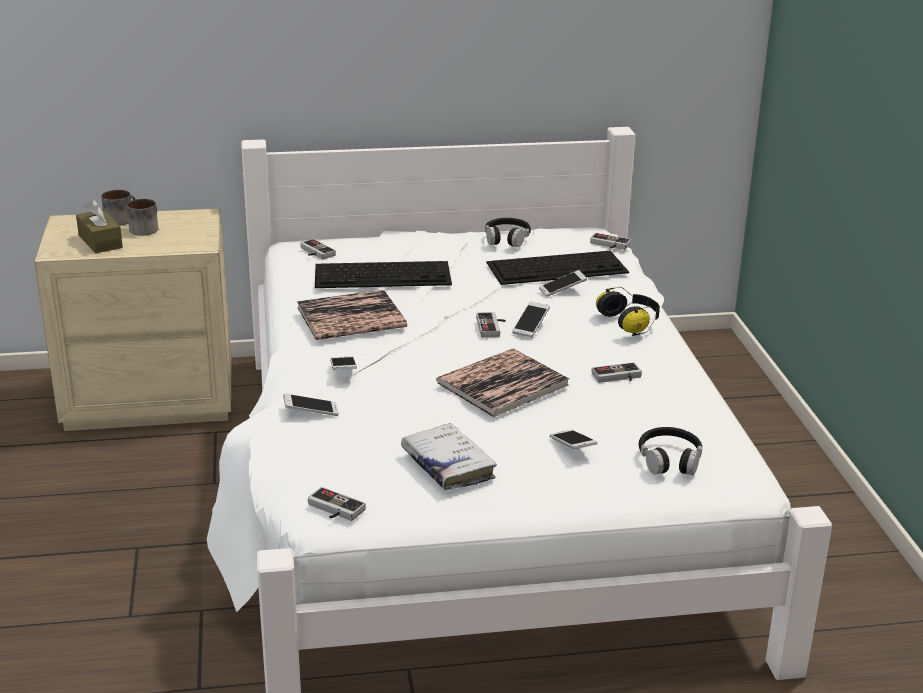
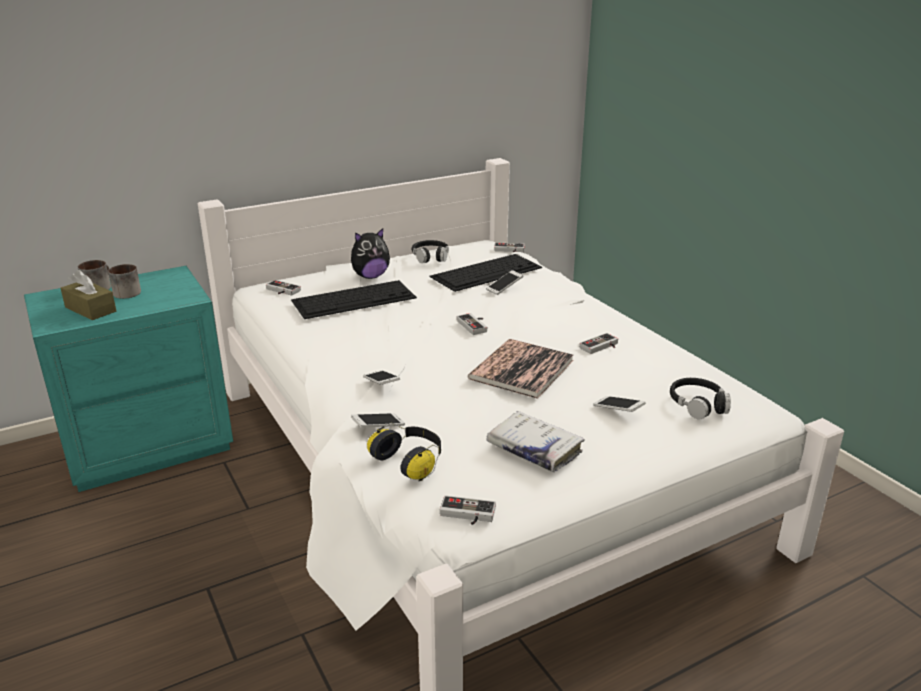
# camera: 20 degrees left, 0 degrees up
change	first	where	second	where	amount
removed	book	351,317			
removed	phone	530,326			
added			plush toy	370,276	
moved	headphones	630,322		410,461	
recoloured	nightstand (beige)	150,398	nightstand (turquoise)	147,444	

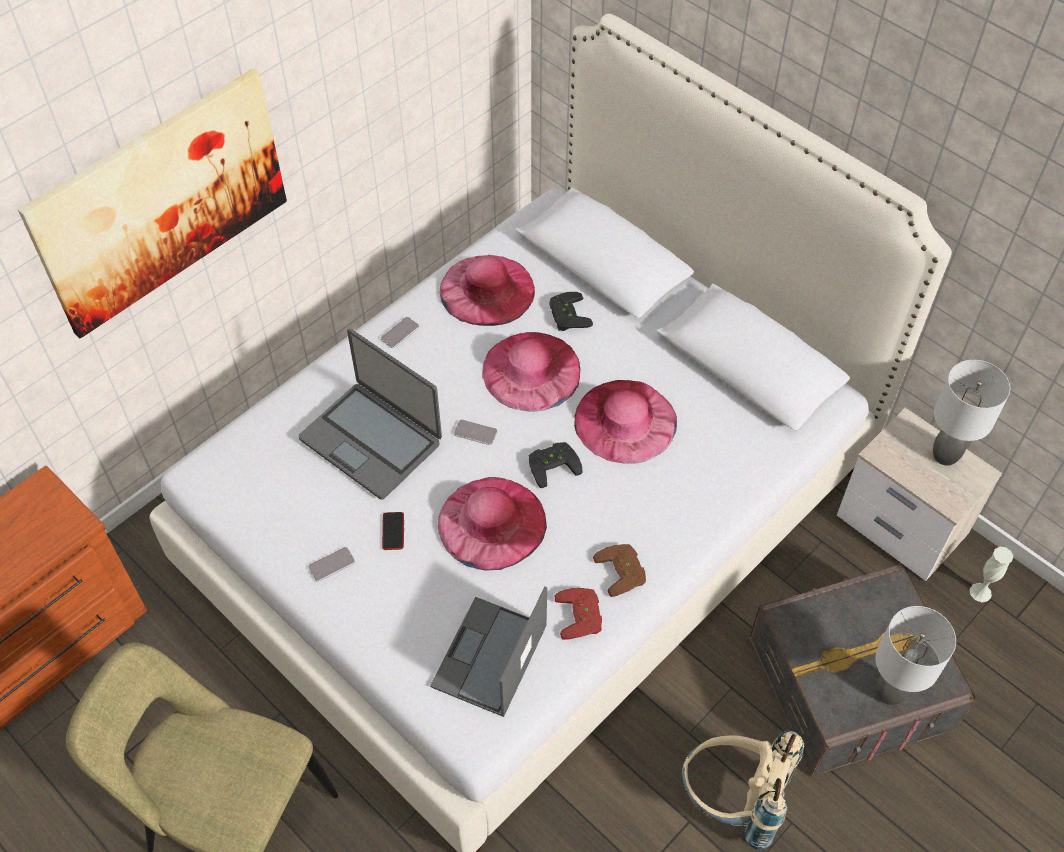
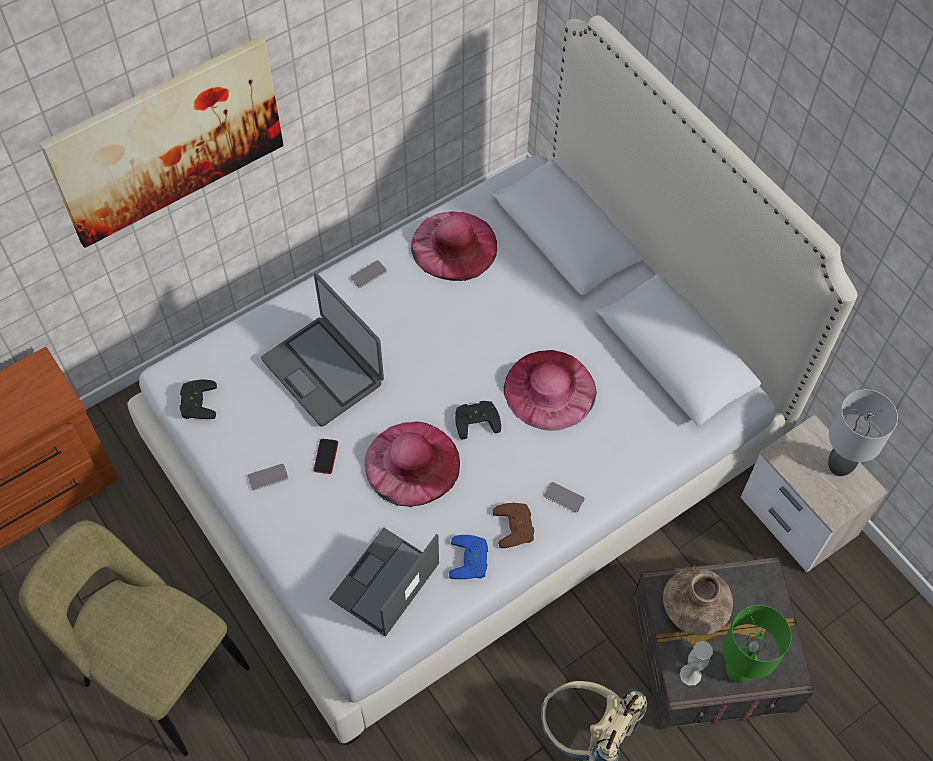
# camera: 10 degrees right, 5 degrees up
change	first	where	second	where	amount
removed	hat (pink)	531,371			
added			vase (brown)	695,607	
moved	phone	475,432		564,497	
moved	game controller (black)	566,315		195,402	
moved	vase (white)	980,592		690,674	
recoloured	game controller (red)	582,615	game controller (blue)	472,560	
recoloured	table lamp (grey)	889,693	table lamp (green)	737,672	

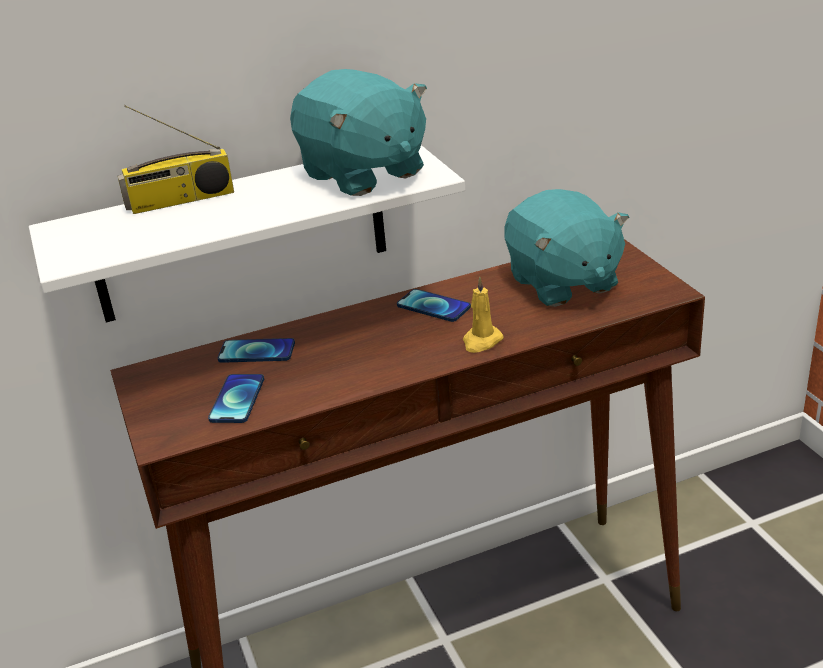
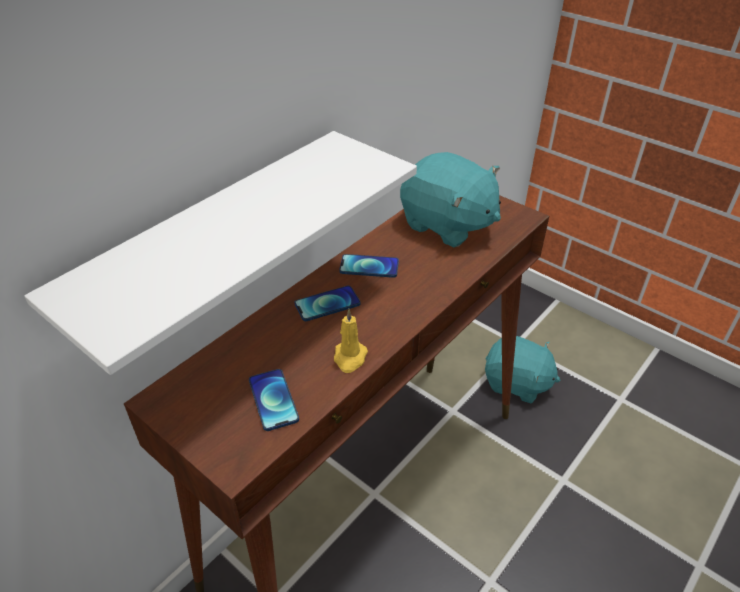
# camera: 30 degrees left, 10 degrees up
change	first	where	second	where	amount
removed	radio	180,201			
moved	phone	257,352		327,304	
moved	plush toy (turquoise)	362,174		516,383	
moved	candle (yellow)	481,341		350,358	

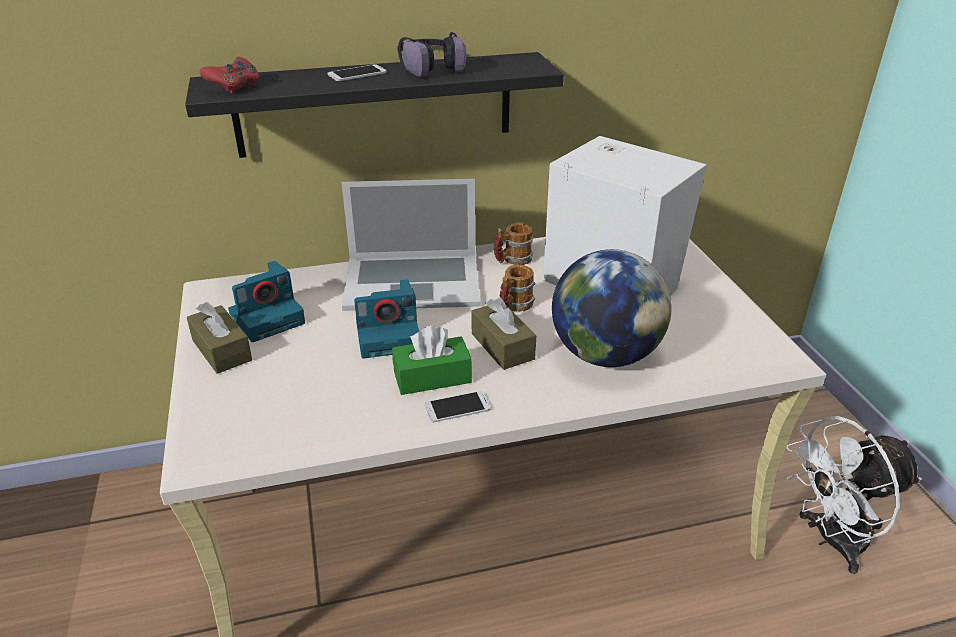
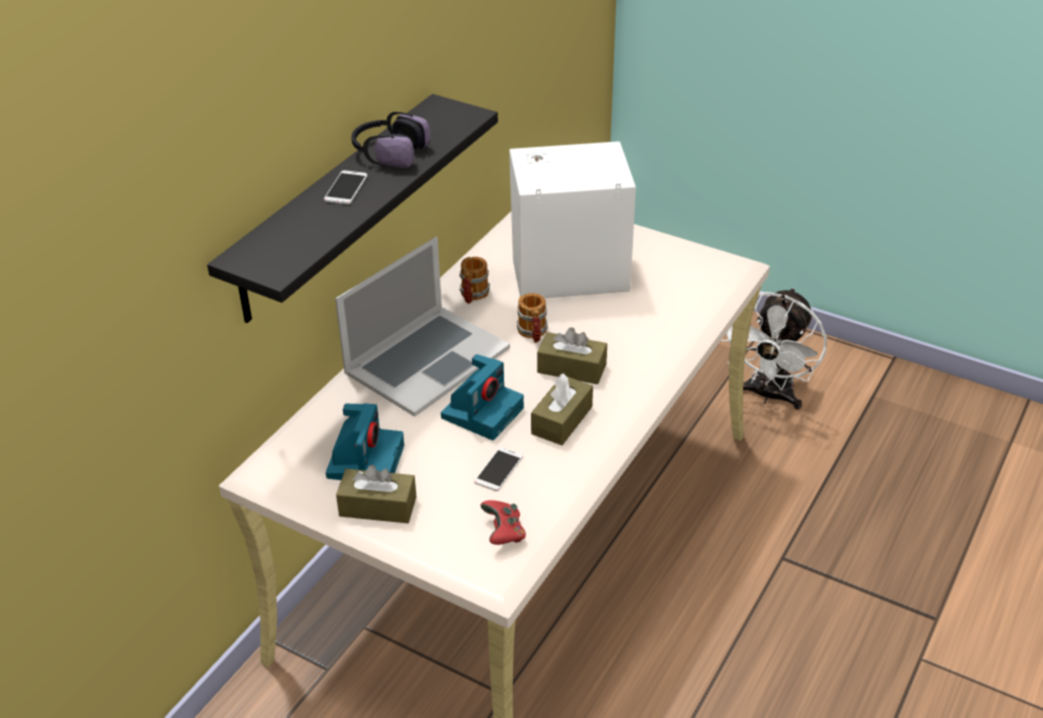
# camera: 45 degrees left, 5 degrees up
change	first	where	second	where	amount
removed	globe	605,355			
moved	game controller (red)	234,87		504,533	
moved	phone	457,407		498,469	
recoloured	tissue box (green)	432,377	tissue box (brown)	562,420	

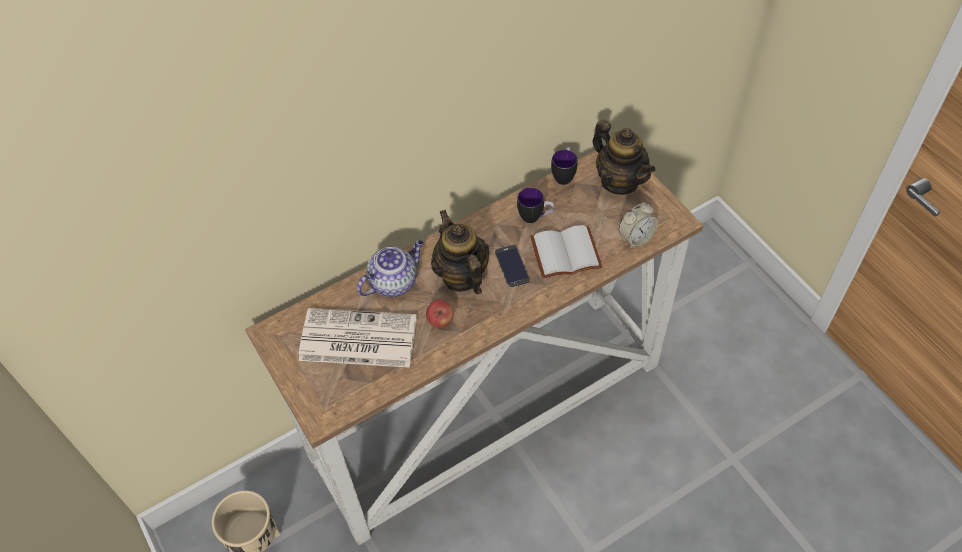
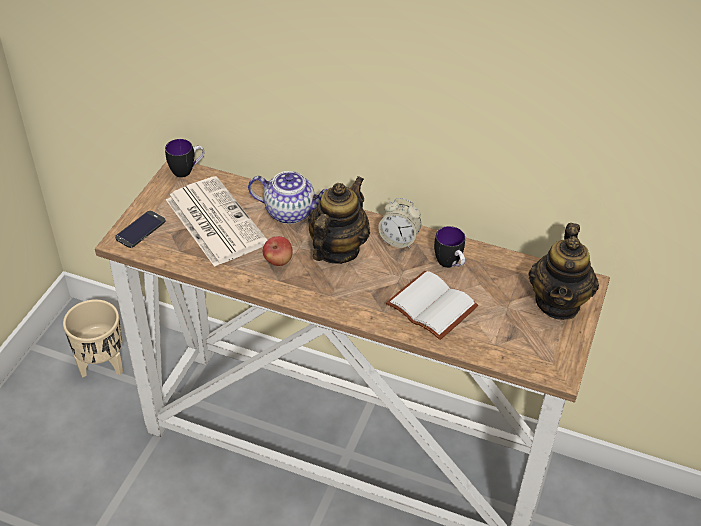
# camera: 50 degrees right, 10 degrees down
change	first	where	second	where	amount
moved	phone	512,266		140,229	
moved	mug	564,175		187,171	
moved	alarm clock	636,238		399,240	

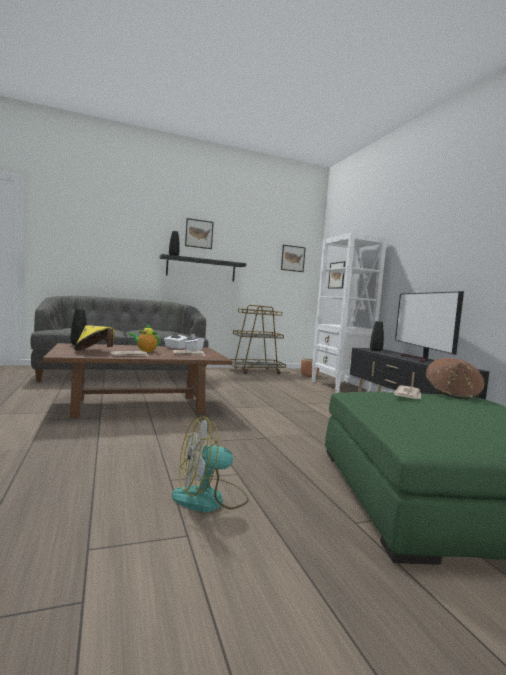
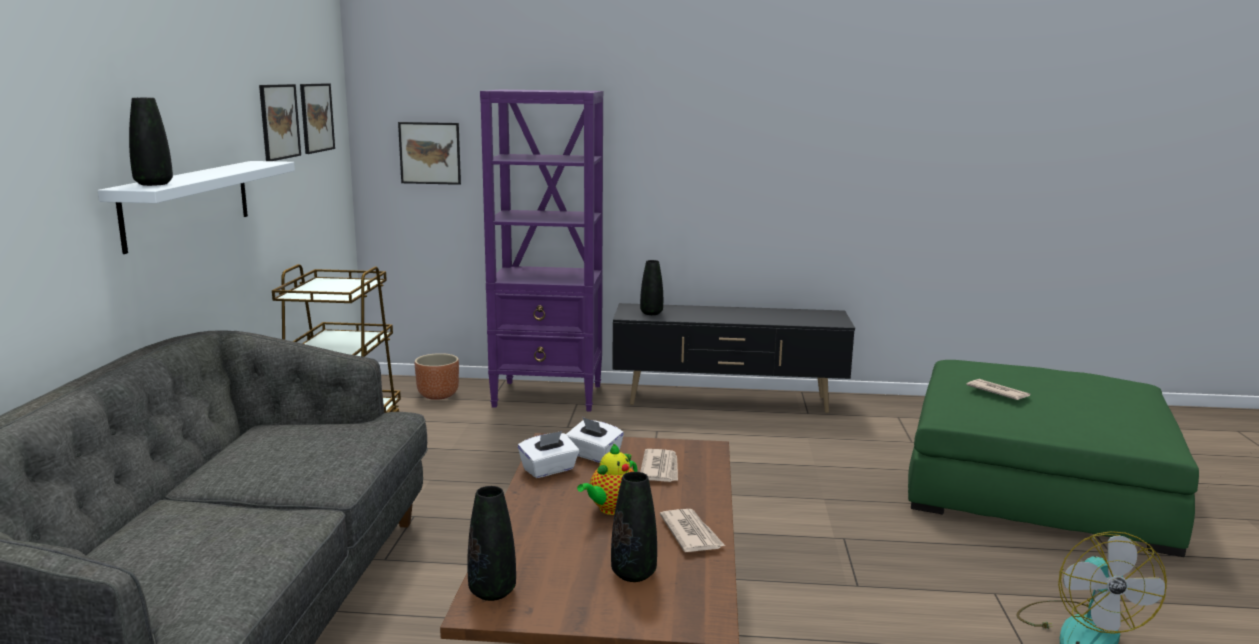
# camera: 65 degrees left, 10 degrees up
change	first	where	second	where	amount
removed	television	419,359			
removed	hat (brown)	452,394			
moved	picture	199,234		279,121	
replaced	hat (yellow)	93,351	vase (black)	633,574	
recoloured	shelf (black)	201,269	shelf (white)	188,203	
recoloured	bookcase (white)	339,387	bookcase (purple)	549,396	

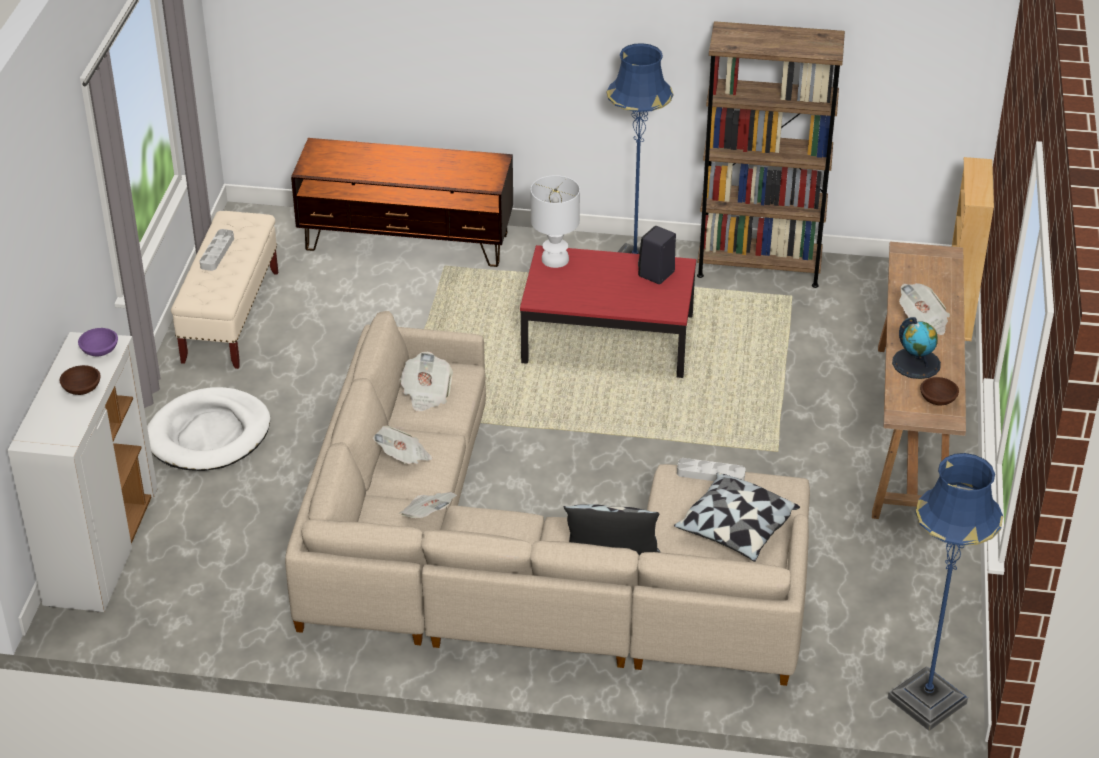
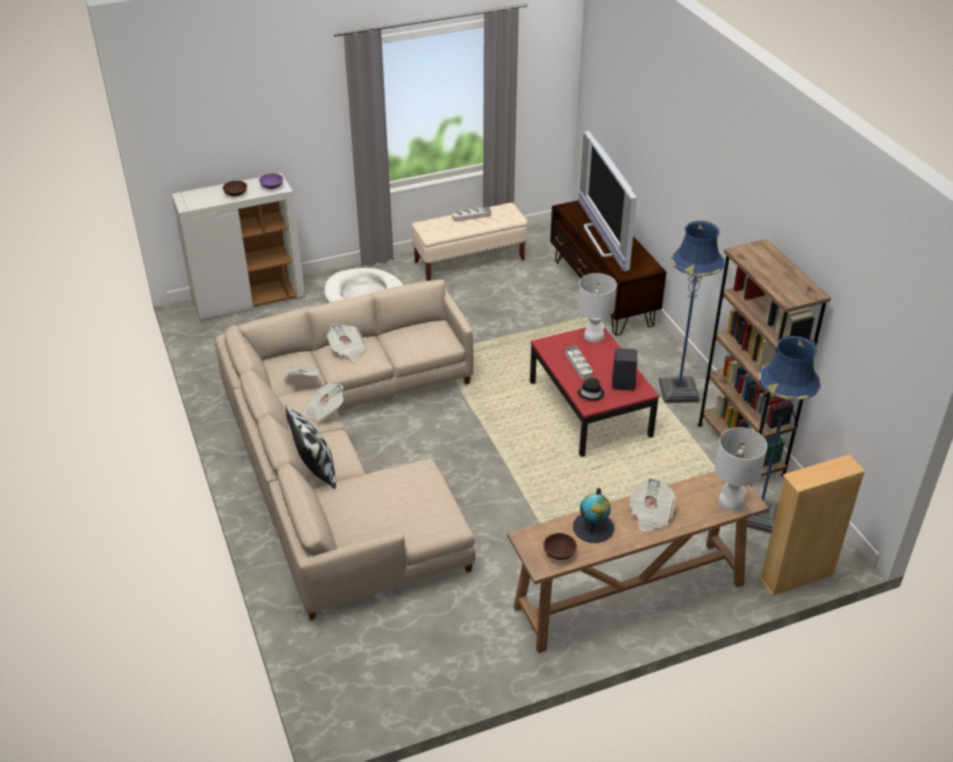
# camera: 60 degrees right, 0 degrees up
change	first	where	second	where	amount
removed	pillow	735,529			
added			hat (black)	591,393	
added			television	604,240	
added			table lamp (white)	731,501	
moved	newspaper	426,394		324,410	
moved	tray (grey)	710,474		578,364	
moved	floor lamp (blue)	926,700		758,516	

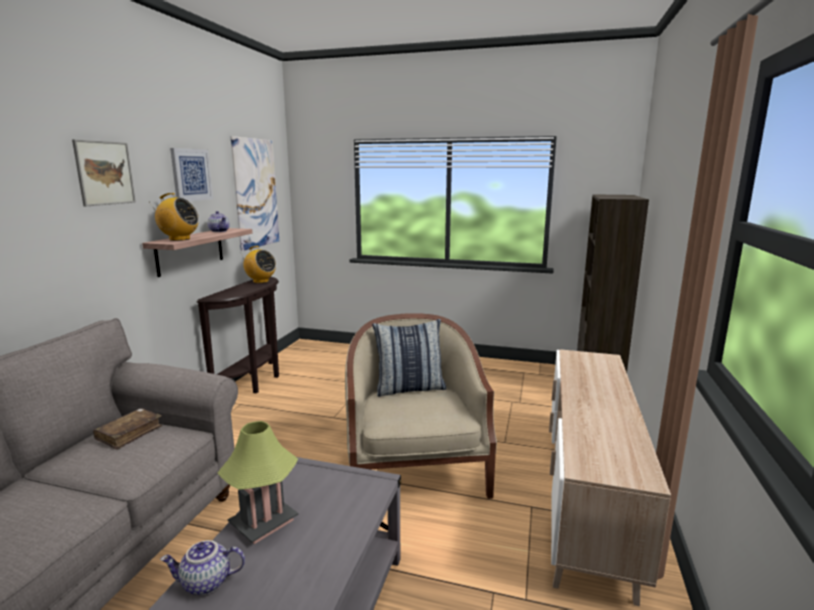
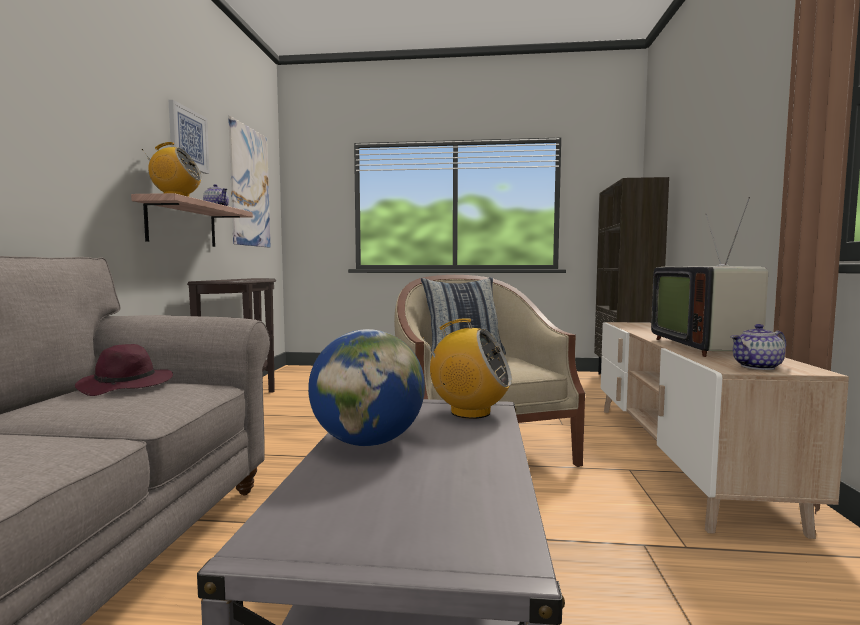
# camera: 10 degrees left, 10 degrees down
change	first	where	second	where	amount
removed	picture	105,173			
added			television	705,347	
moved	teapot	205,583		758,367	
moved	radio	260,281		469,412	
replaced	book (brown)	129,434	hat (purple)	127,386	
replaced	table lamp	263,522	globe	367,442	

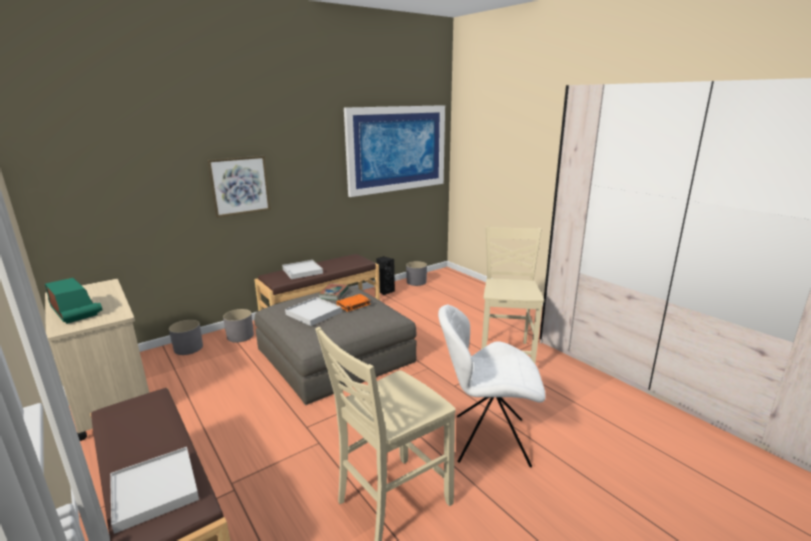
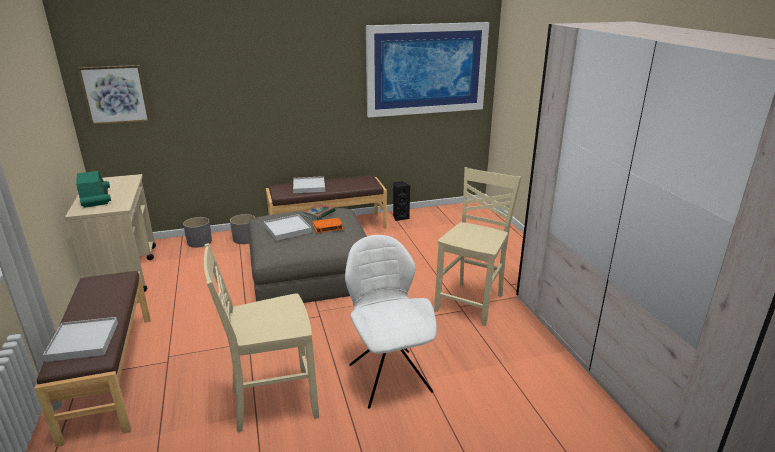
# camera: 20 degrees right, 5 degrees up
change	first	where	second	where	amount
removed	planter (grey)	416,282			
moved	picture	239,185		115,95	
turned	chair (white)	487,439		388,376	45 degrees clockwise

